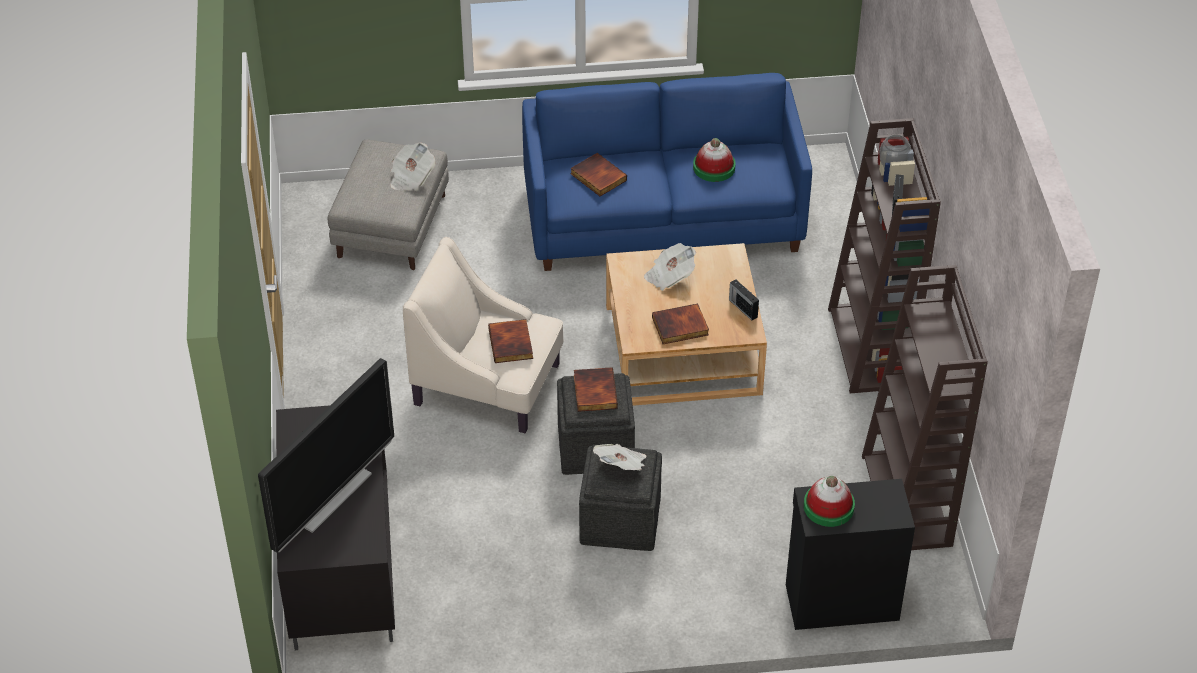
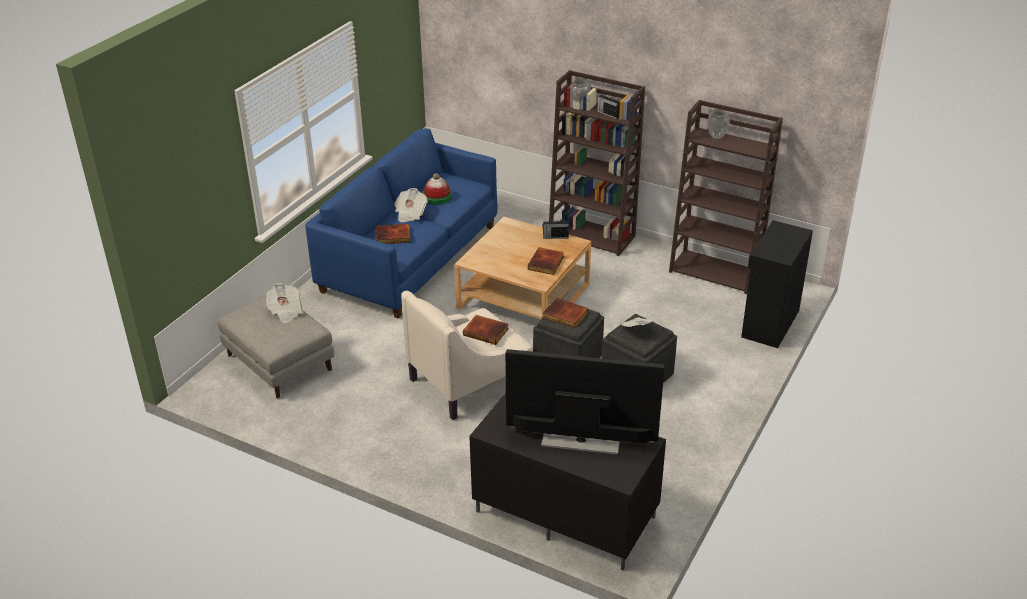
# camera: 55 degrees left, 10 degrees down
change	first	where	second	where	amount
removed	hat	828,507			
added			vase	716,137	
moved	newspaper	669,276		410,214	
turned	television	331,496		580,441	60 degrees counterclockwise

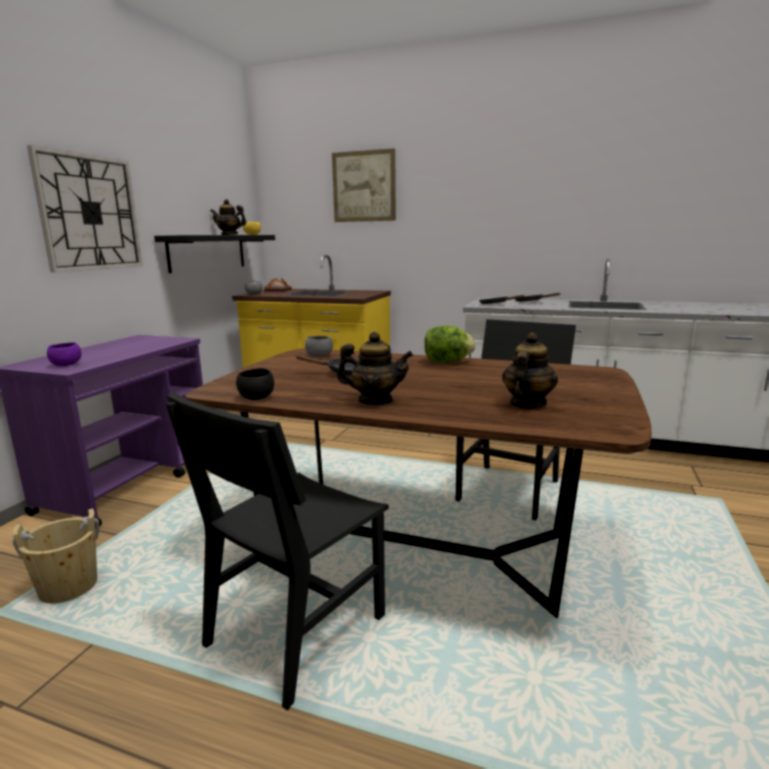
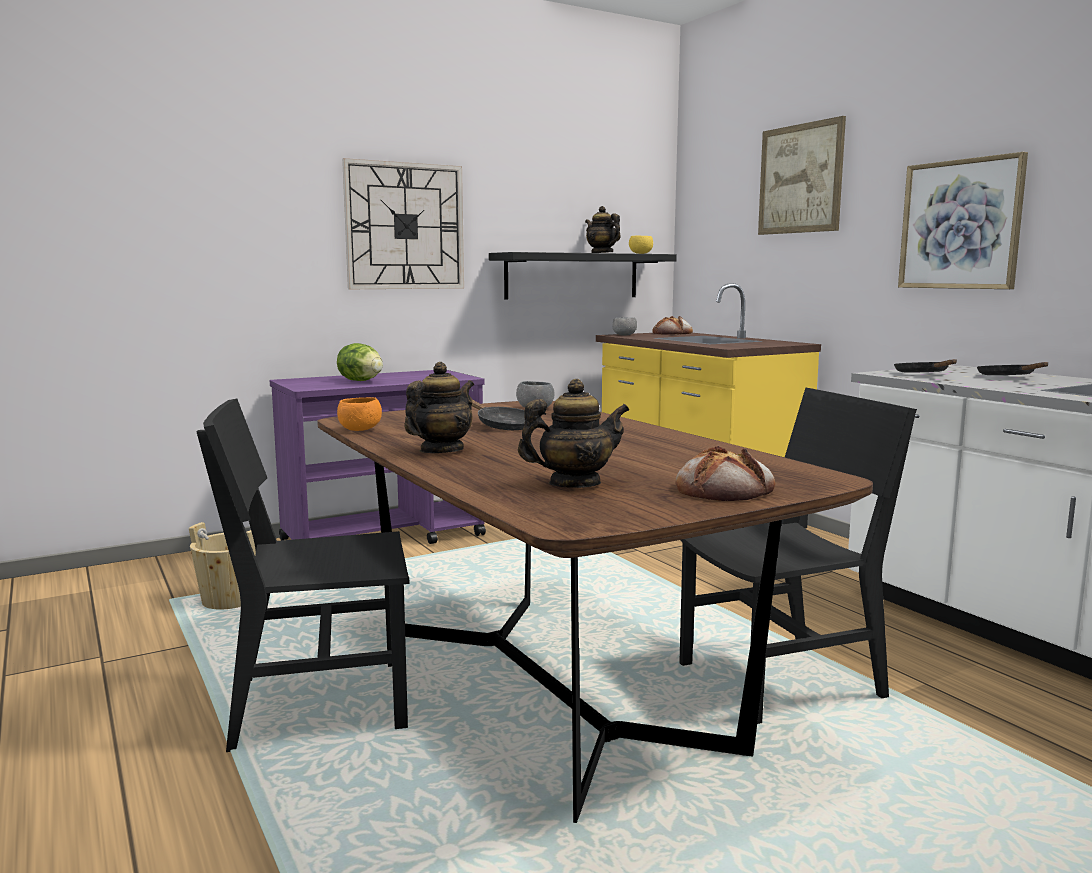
# camera: 40 degrees right, 5 degrees down
change	first	where	second	where	amount
removed	bowl (purple)	66,365			
added			bread	725,489	
added			picture	960,224	
moved	lettuce	447,362		361,381	
recoloured	bowl (black)	256,398	bowl (orange)	359,430	
turned	teapot	375,401		441,451	105 degrees counterclockwise

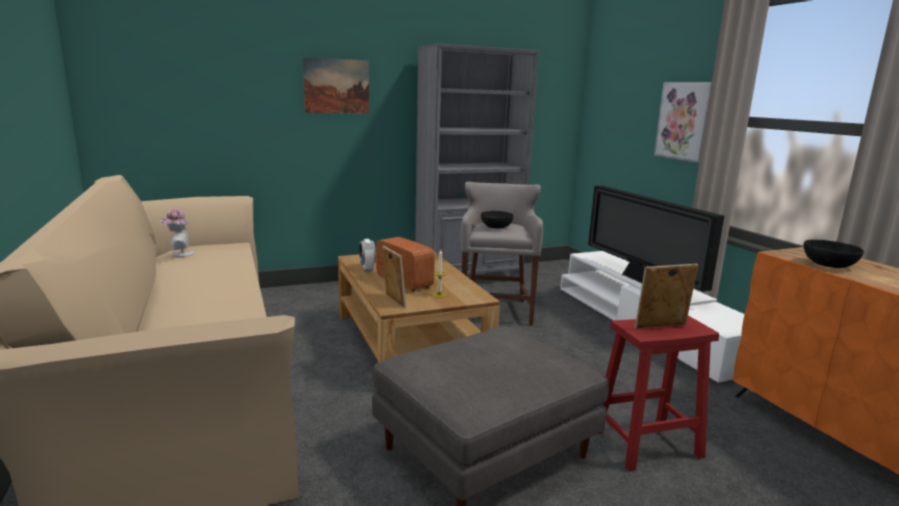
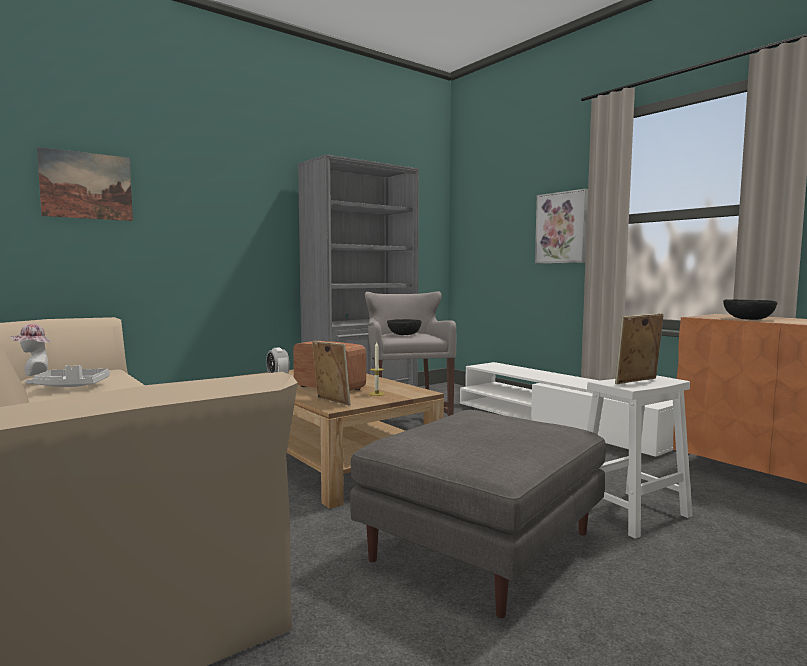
# camera: 15 degrees left, 10 degrees down
change	first	where	second	where	amount
removed	television	639,280			
added			tray (grey)	72,386	
moved	picture	336,86		87,186	
recoloured	stool (red)	645,444	stool (white)	631,514	

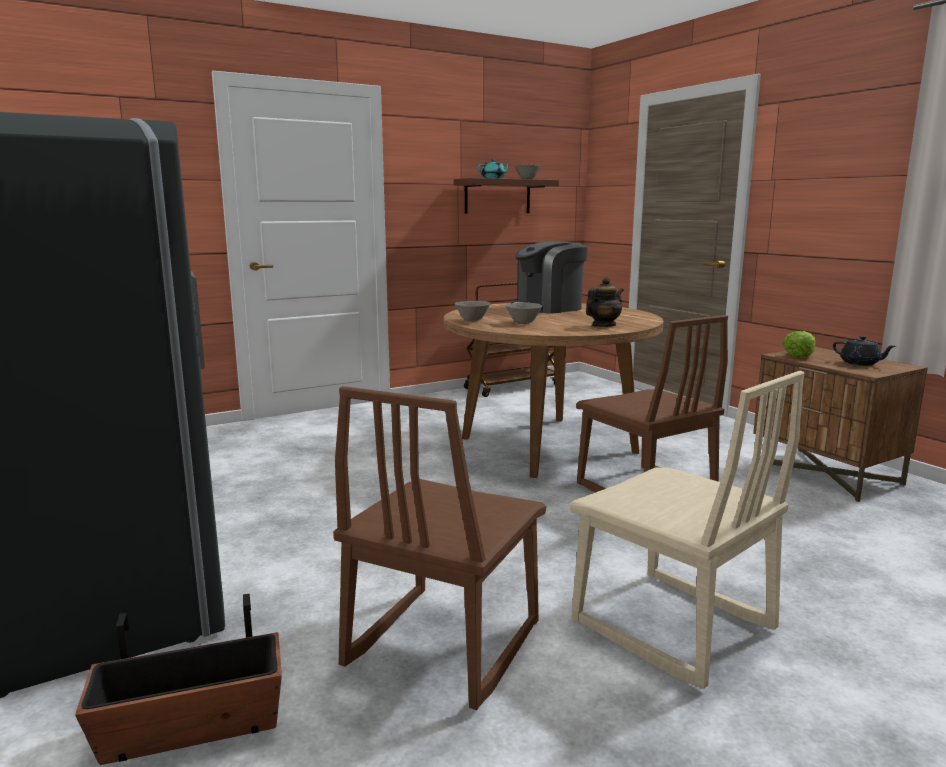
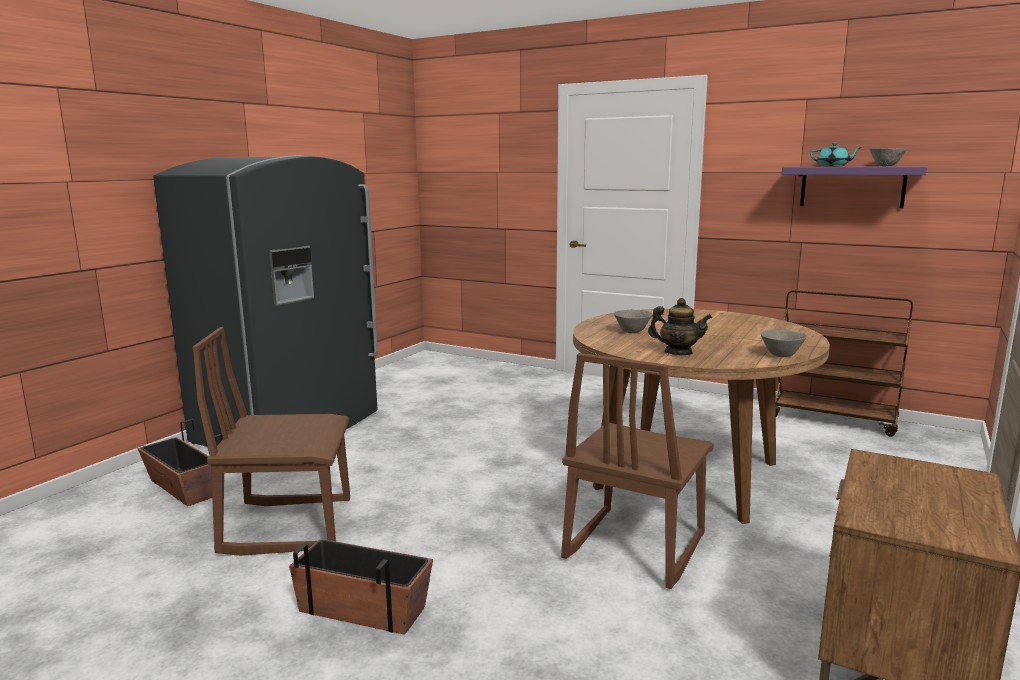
# camera: 60 degrees right, 0 degrees up
change	first	where	second	where	amount
removed	coffee machine	548,308			
removed	lettuce	799,355			
removed	teapot (black)	860,363			
moved	bowl (grey)	472,321		781,356	
replaced	chair (beige)	671,626	planter	363,608	
recoloured	shelf (brown)	497,196	shelf (purple)	852,187	

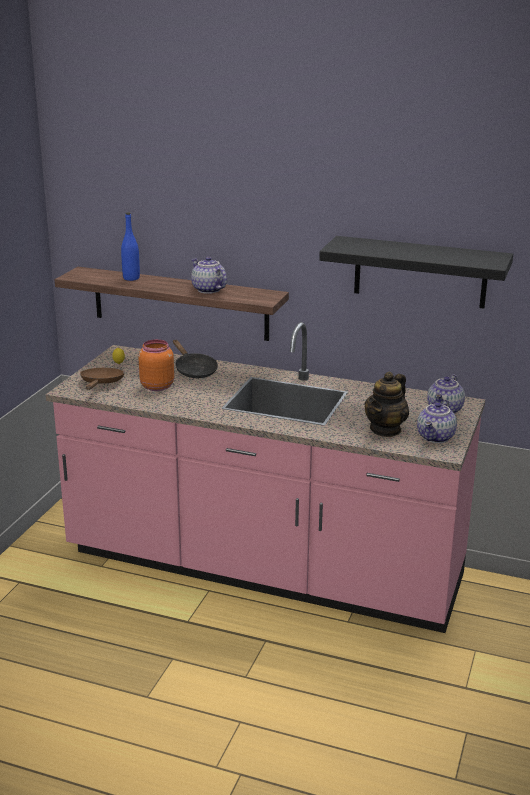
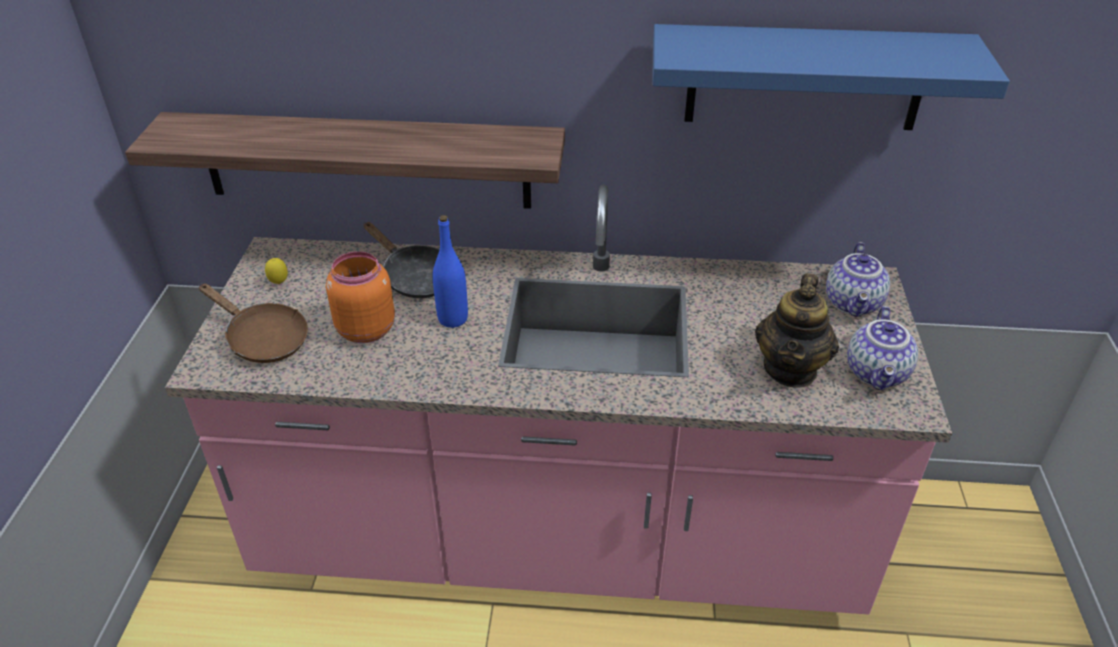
# camera: 15 degrees left, 15 degrees up
change	first	where	second	where	amount
removed	teapot	207,290			
moved	bottle (blue)	131,278		453,319	
recoloured	shelf (black)	420,272	shelf (blue)	805,78	
turned	frying pan (brown)	101,383		262,339	135 degrees clockwise

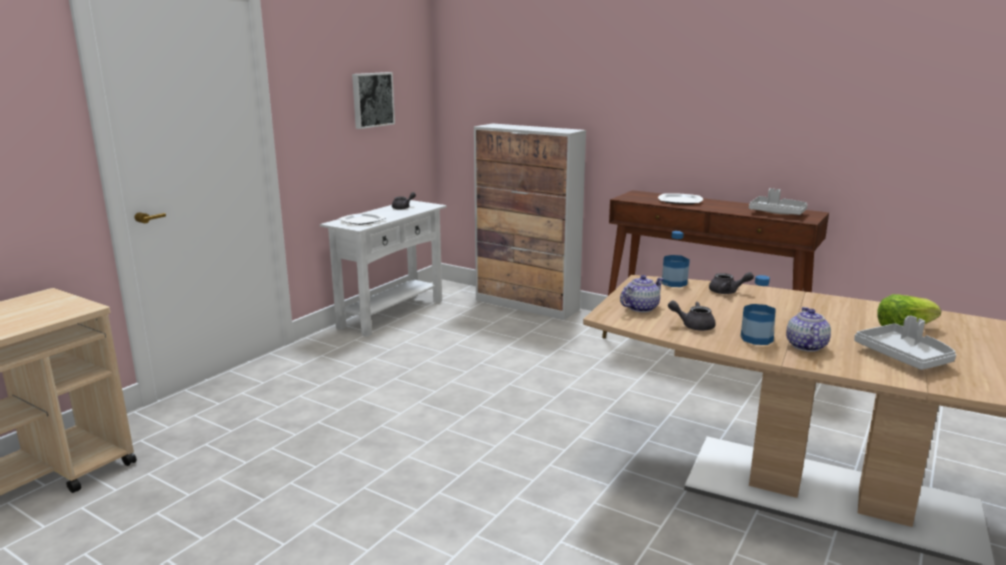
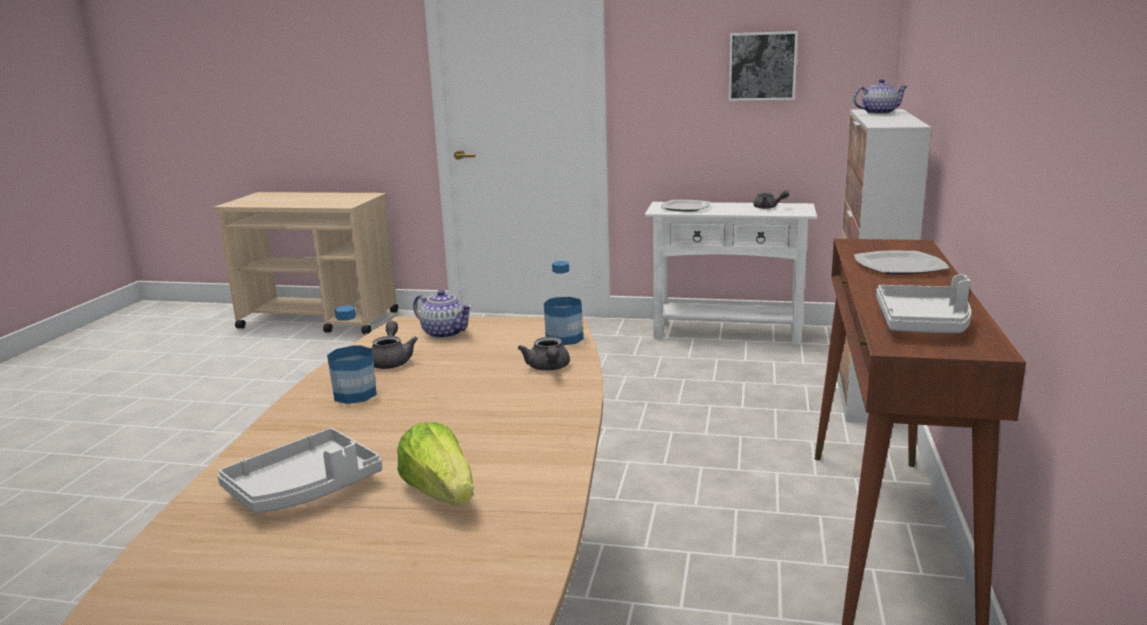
# camera: 70 degrees right, 0 degrees up
change	first	where	second	where	amount
moved	teapot	805,346		878,113	

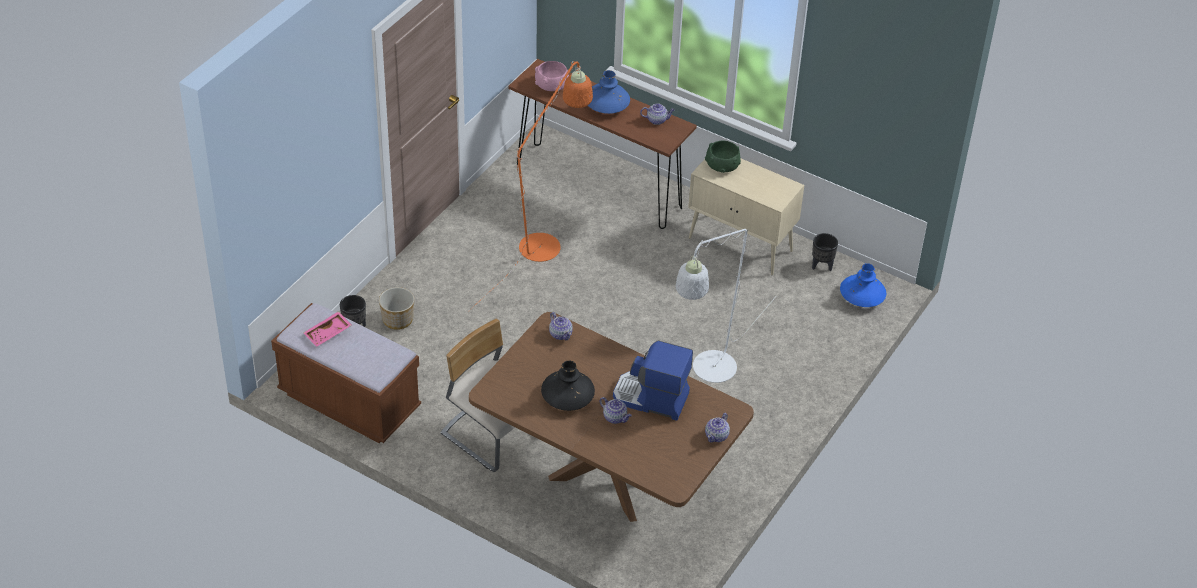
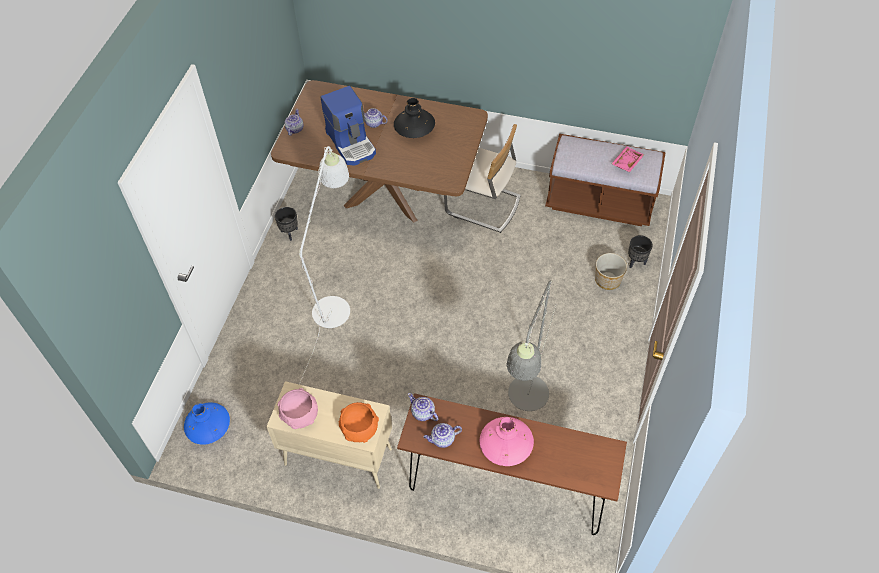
# camera: 165 degrees right, 10 degrees up
change	first	where	second	where	amount
moved	bowl (pink)	551,84		300,414	
moved	teapot	560,334		423,413	
moved	planter (black)	822,266		289,233	
recoloured	floor lamp (orange)	546,240	floor lamp (grey)	526,402	
recoloured	vase (blue)	607,105	vase (pink)	506,445	
recoloured	bowl (green)	722,164	bowl (orange)	360,427	
turned	coffee machine	650,398		352,143	60 degrees clockwise

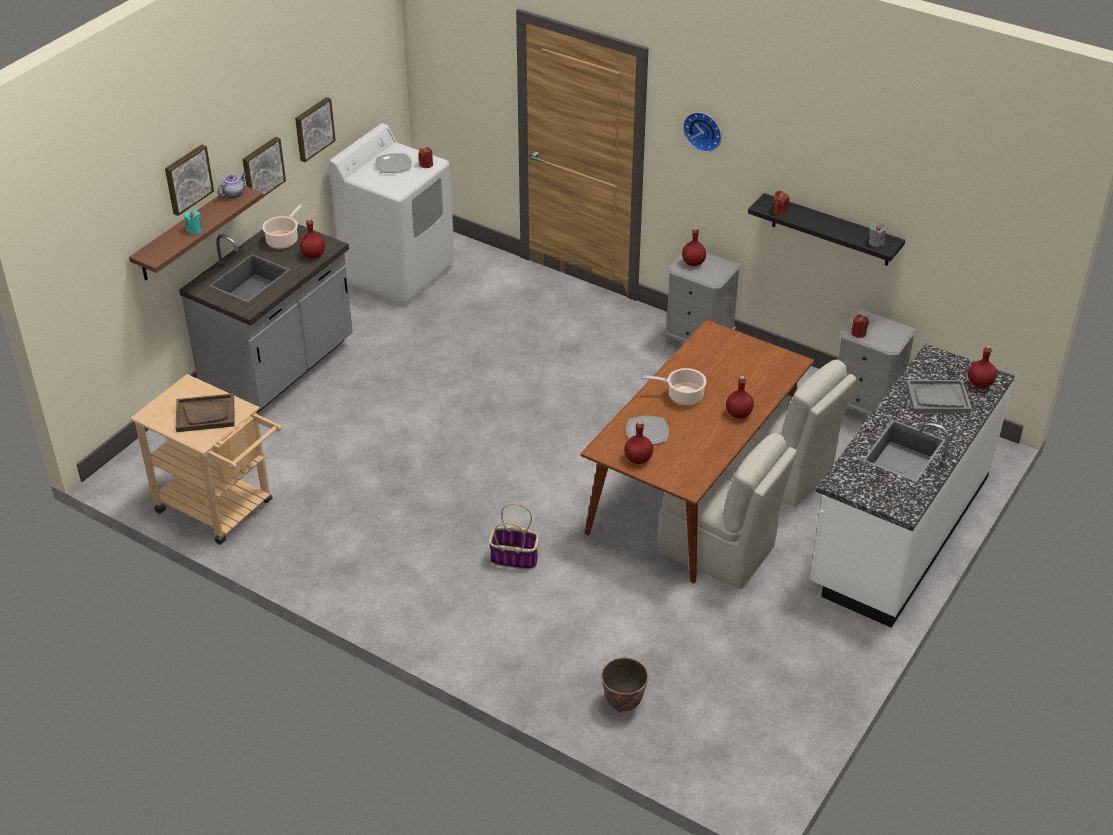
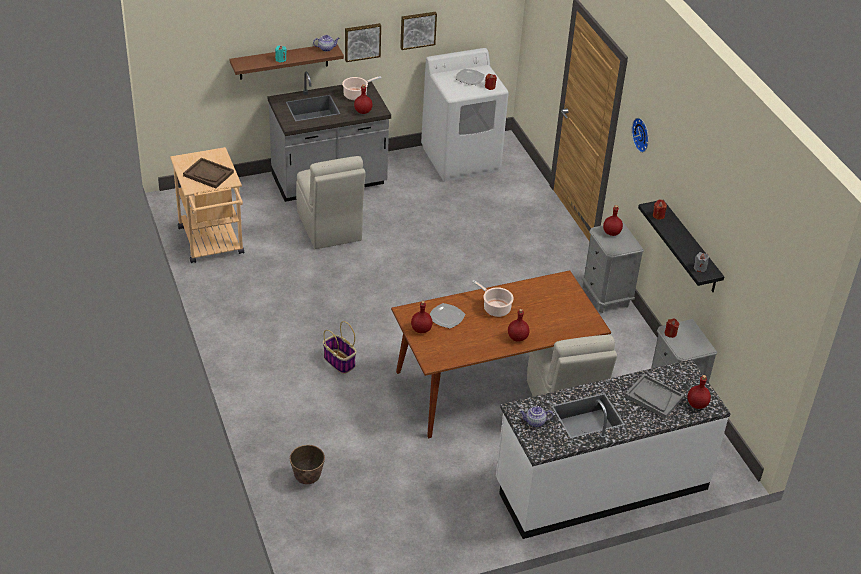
# camera: 35 degrees right, 0 degrees up
change	first	where	second	where	amount
removed	picture	187,179			
added			teapot	535,422	
moved	chair (beige)	719,550		329,227	

